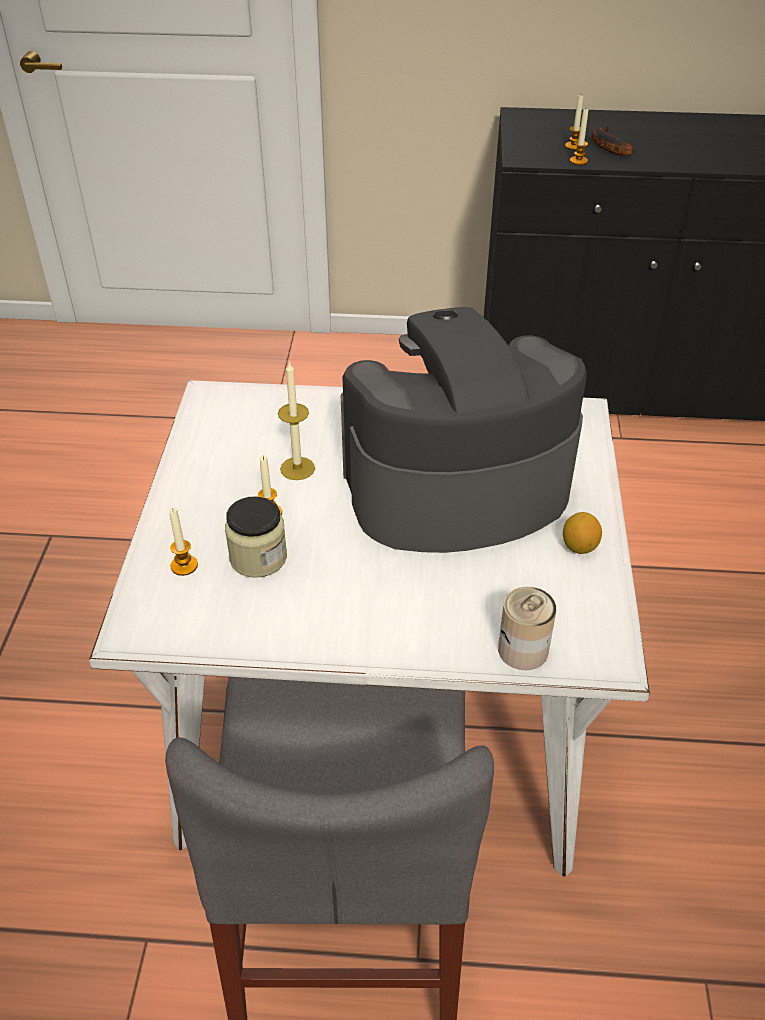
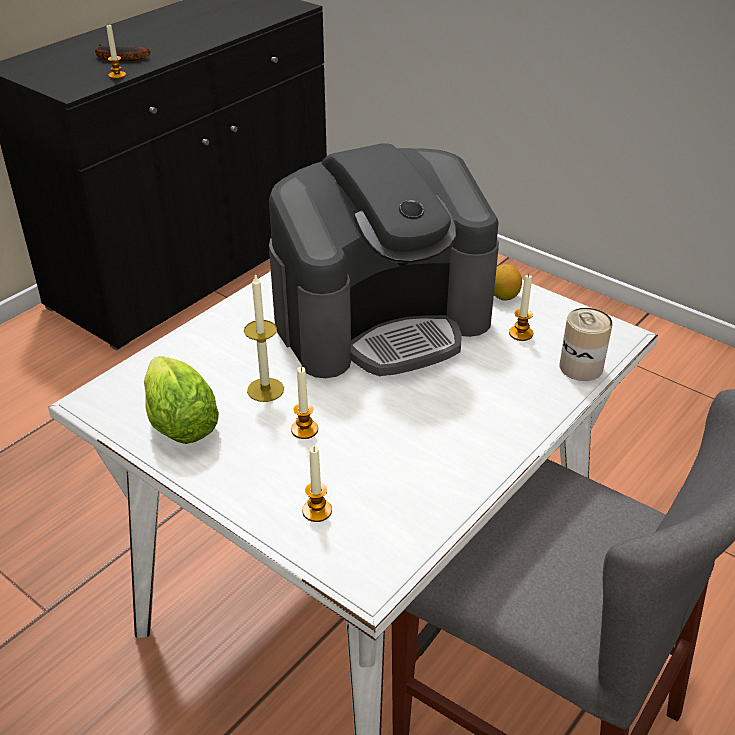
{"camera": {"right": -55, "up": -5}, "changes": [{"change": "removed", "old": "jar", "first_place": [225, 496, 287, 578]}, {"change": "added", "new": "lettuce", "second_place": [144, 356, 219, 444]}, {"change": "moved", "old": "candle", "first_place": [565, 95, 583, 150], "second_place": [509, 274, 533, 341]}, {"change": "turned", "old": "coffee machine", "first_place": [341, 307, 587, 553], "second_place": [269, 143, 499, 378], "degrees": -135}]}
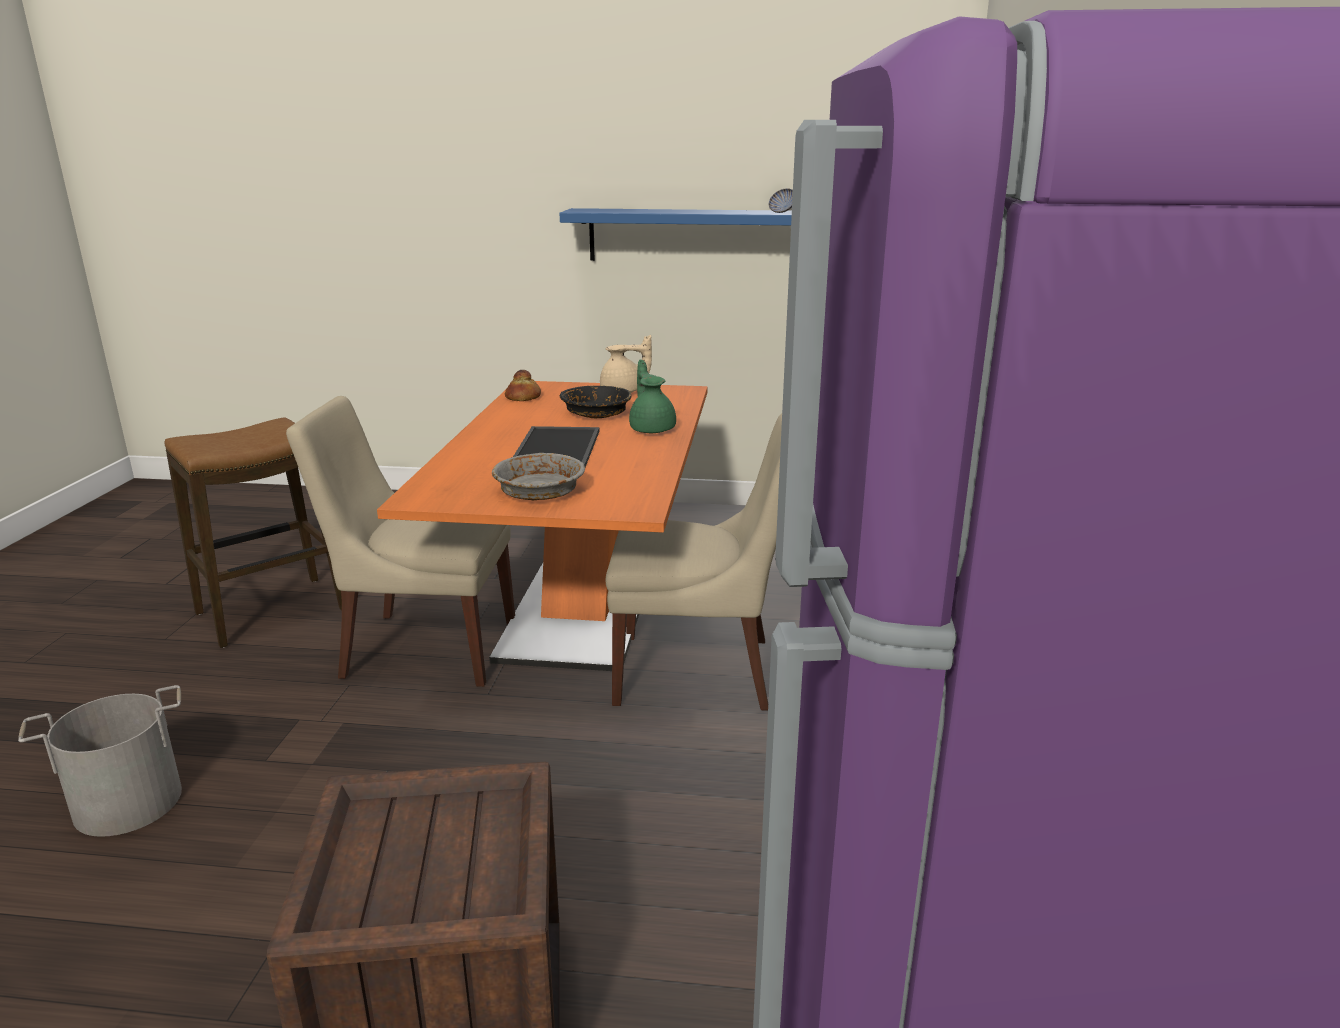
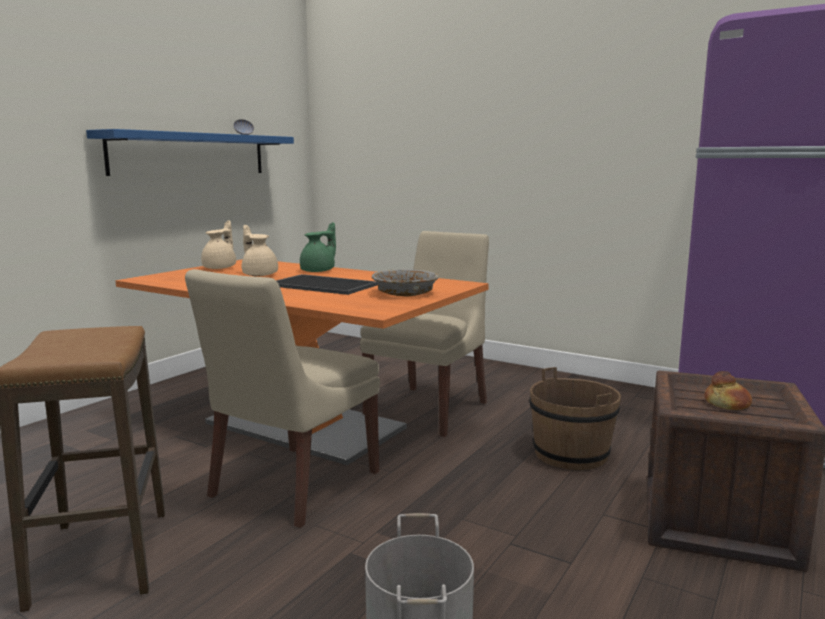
{"camera": {"right": -65, "up": -10}, "changes": [{"change": "added", "new": "brown bucket", "second_place": [530, 367, 621, 470]}, {"change": "moved", "old": "bread", "first_place": [505, 370, 541, 401], "second_place": [705, 371, 752, 410]}, {"change": "replaced", "old": "black bowl", "new": "beige teapot", "first_place": [560, 385, 631, 418], "second_place": [242, 225, 278, 276]}, {"change": "turned", "old": "green teapot", "first_place": [629, 360, 676, 433], "second_place": [300, 222, 336, 272], "degrees": 120}]}
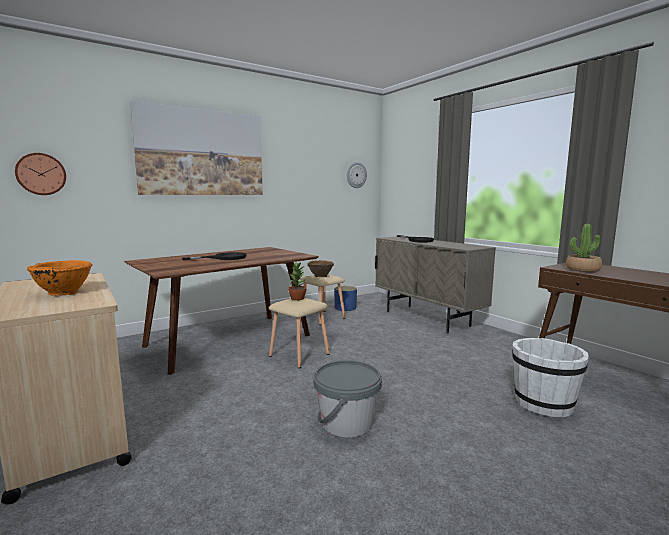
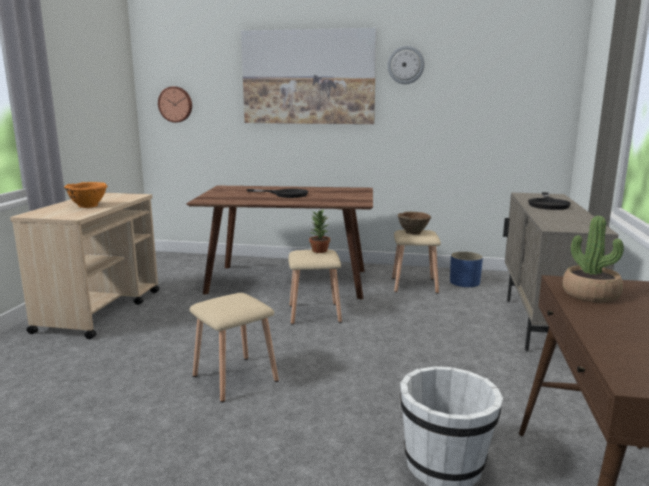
{"camera": {"right": 45, "up": 5}, "changes": [{"change": "moved", "old": "wall clock", "first_place": [347, 162, 367, 188], "second_place": [387, 46, 425, 84]}, {"change": "replaced", "old": "grey bucket", "new": "beige stool", "first_place": [314, 360, 382, 437], "second_place": [189, 293, 279, 402]}]}
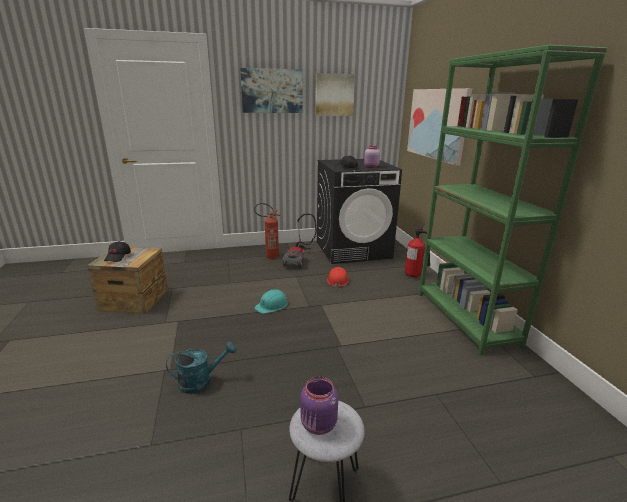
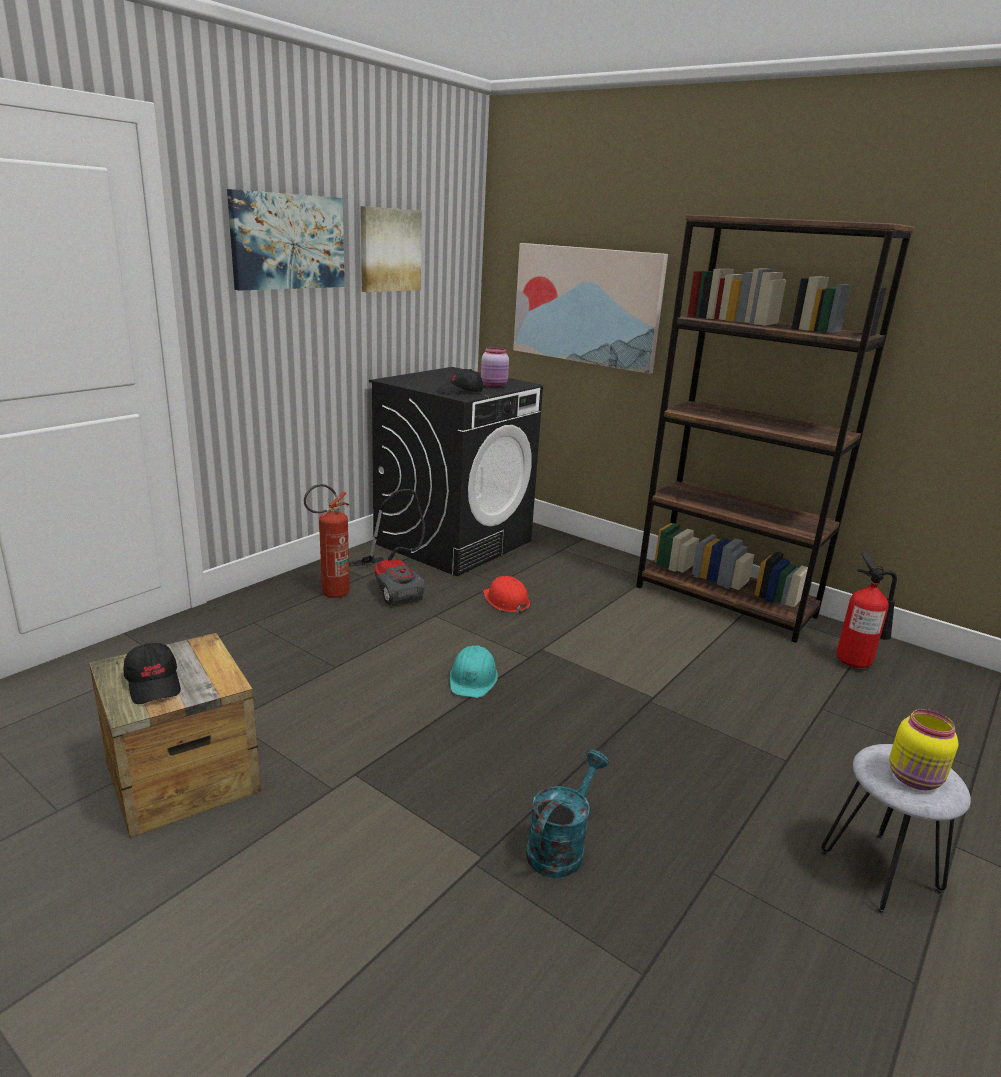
{"camera": {"right": -40, "up": 0}, "changes": [{"change": "moved", "old": "fire extinguisher", "first_place": [405, 223, 430, 277], "second_place": [836, 552, 897, 668]}, {"change": "recoloured", "old": "purple jar", "new": "yellow jar", "first_place": [300, 377, 338, 435], "second_place": [889, 709, 958, 790]}, {"change": "recoloured", "old": "green bookcase", "new": "brown bookcase", "first_place": [419, 45, 608, 355], "second_place": [636, 215, 914, 643]}]}
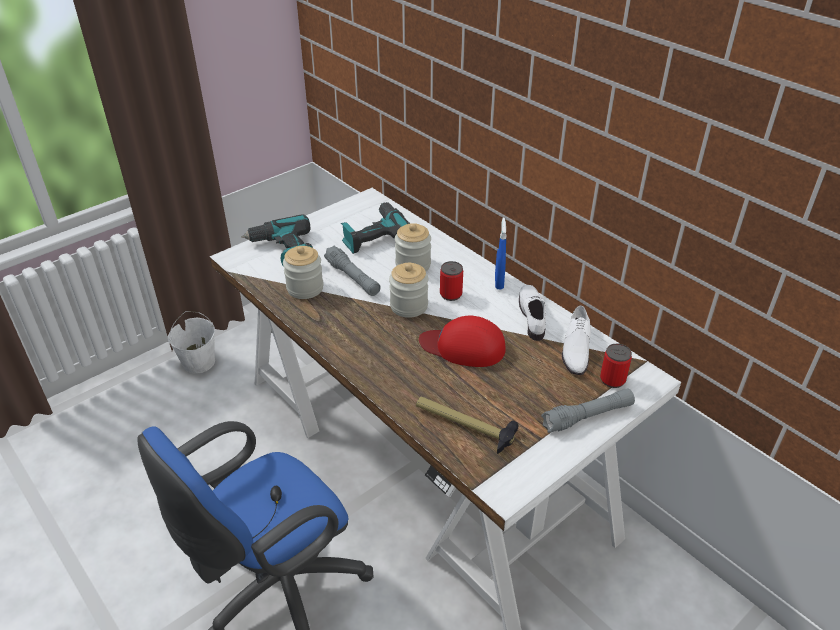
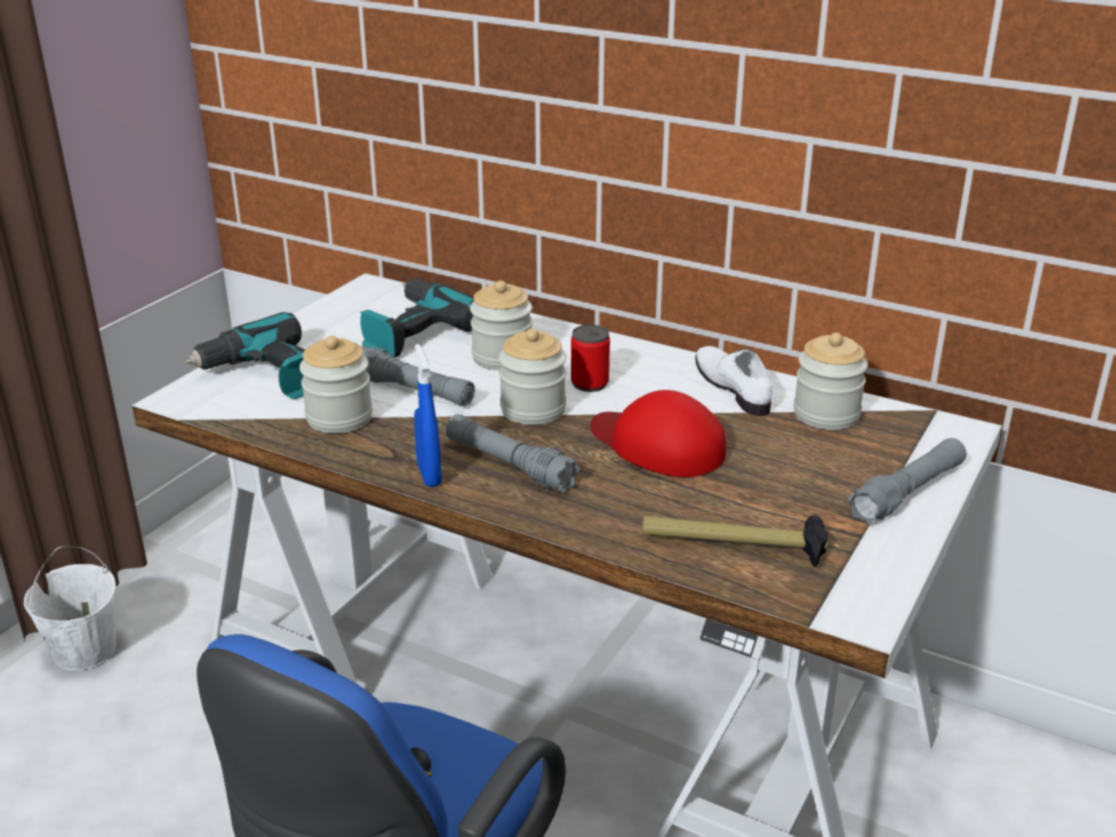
{"camera": {"right": -20, "up": -10}, "changes": [{"change": "removed", "old": "can", "first_place": [600, 344, 632, 388]}, {"change": "added", "new": "grey flashlight", "second_place": [445, 414, 580, 493]}, {"change": "moved", "old": "blue spray bottle", "first_place": [495, 218, 506, 289], "second_place": [414, 344, 442, 487]}, {"change": "replaced", "old": "white shoe", "new": "jar", "first_place": [562, 305, 591, 375], "second_place": [794, 333, 868, 430]}, {"change": "turned", "old": "red cap", "first_place": [419, 316, 506, 367], "second_place": [591, 390, 726, 477], "degrees": 45}]}
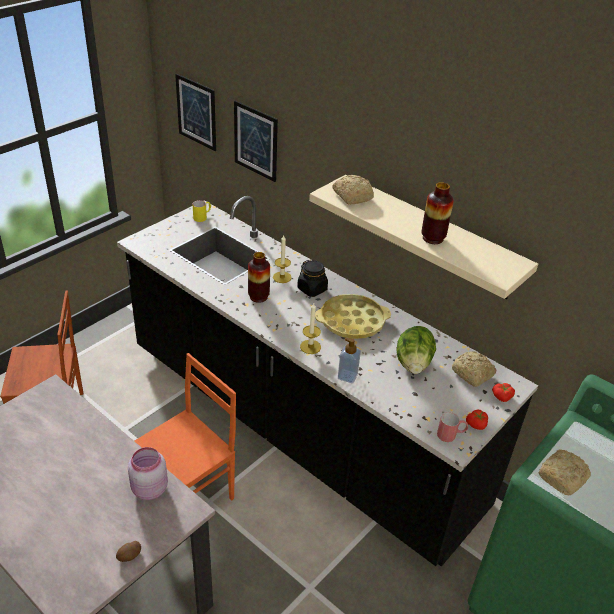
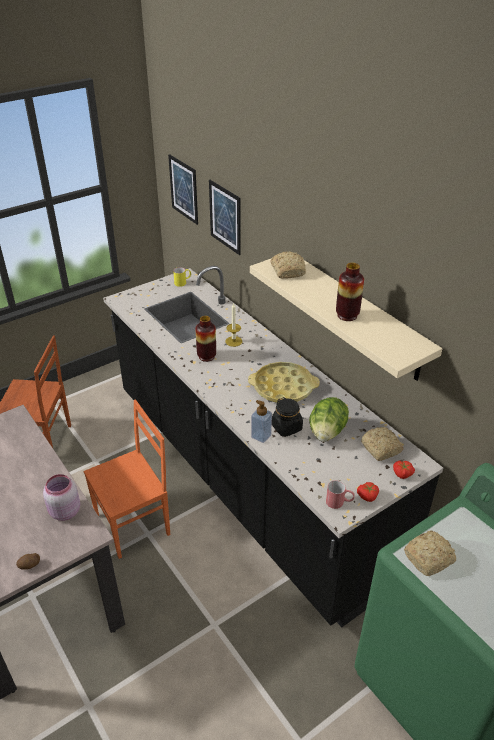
{"camera": {"right": 15, "up": 0}, "changes": [{"change": "removed", "old": "candle", "first_place": [300, 303, 321, 354]}, {"change": "moved", "old": "black jar", "first_place": [297, 260, 328, 297], "second_place": [272, 397, 303, 437]}]}
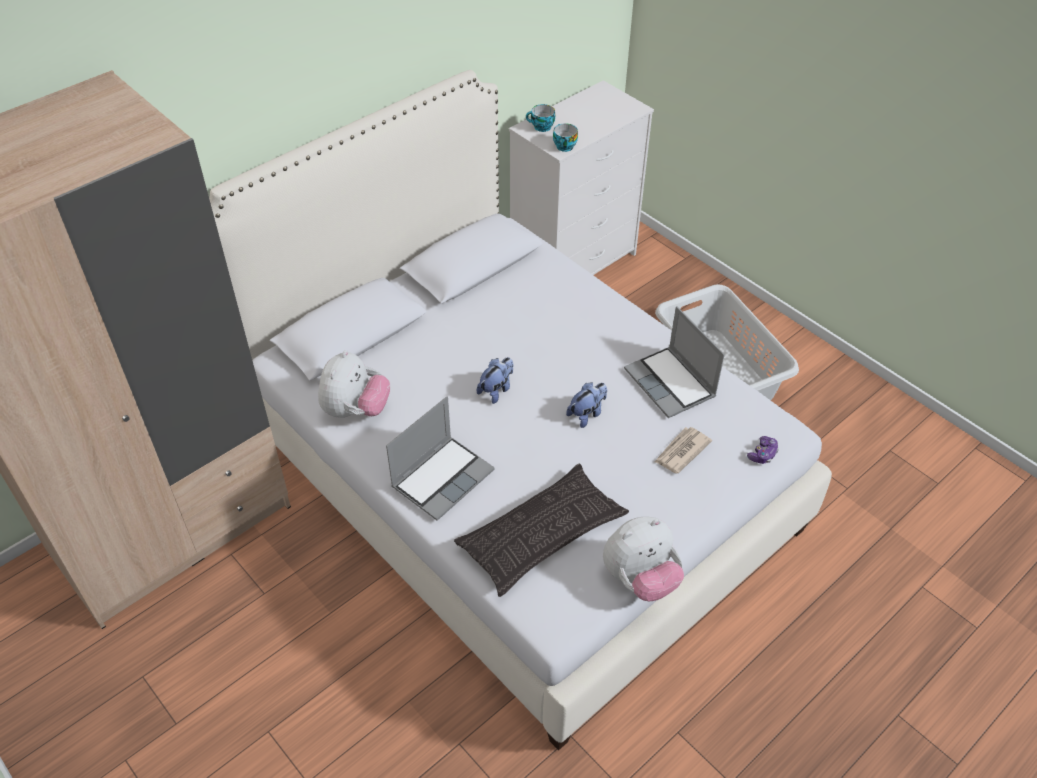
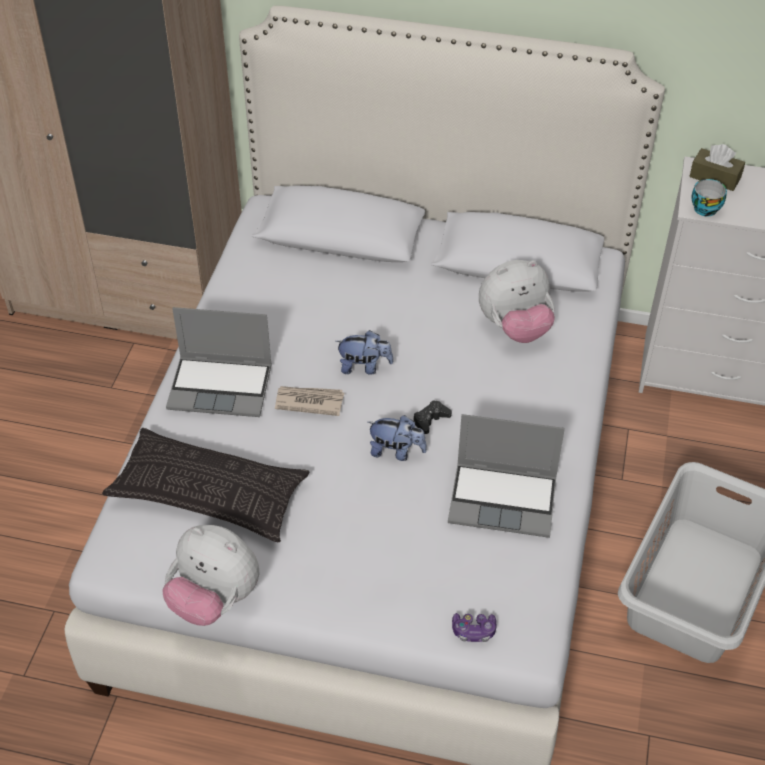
{"camera": {"right": 55, "up": 0}, "changes": [{"change": "added", "new": "black game controller", "second_place": [413, 400, 452, 434]}, {"change": "moved", "old": "plush toy", "first_place": [318, 350, 390, 418], "second_place": [479, 260, 555, 343]}, {"change": "moved", "old": "newspaper", "first_place": [655, 427, 712, 474], "second_place": [275, 386, 344, 416]}, {"change": "replaced", "old": "cup", "new": "brown tissue box", "first_place": [526, 104, 555, 132], "second_place": [689, 144, 745, 191]}, {"change": "turned", "old": "laptop", "first_place": [624, 306, 725, 418], "second_place": [448, 414, 565, 538], "degrees": -105}]}
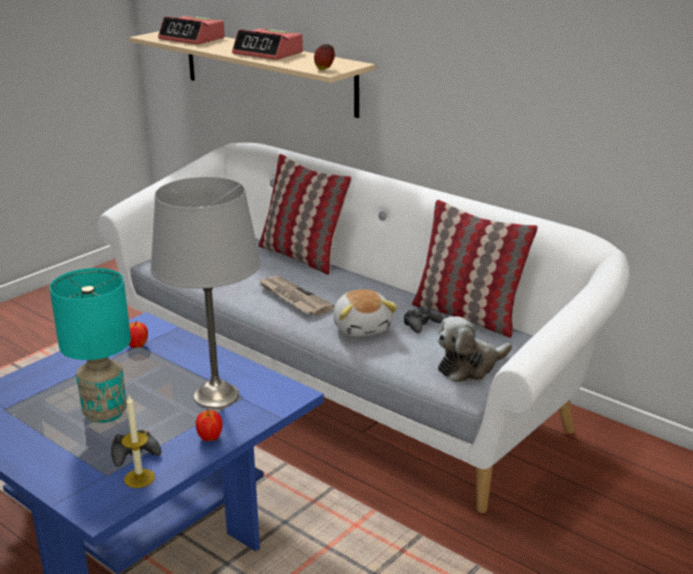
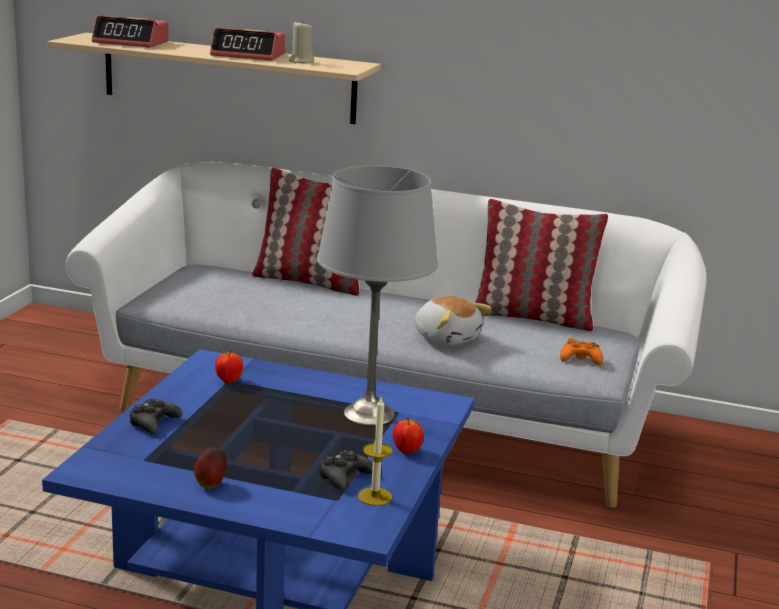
{"camera": {"right": -25, "up": -5}, "changes": [{"change": "removed", "old": "turquoise table lamp", "first_place": [50, 268, 131, 423]}, {"change": "removed", "old": "newspaper", "first_place": [258, 276, 335, 316]}, {"change": "added", "new": "beige candle", "second_place": [289, 20, 314, 63]}, {"change": "moved", "old": "apple", "first_place": [314, 44, 335, 70], "second_place": [194, 447, 227, 489]}, {"change": "moved", "old": "black game controller", "first_place": [404, 306, 444, 333], "second_place": [130, 398, 182, 434]}, {"change": "replaced", "old": "plush toy", "new": "orange game controller", "first_place": [437, 317, 512, 382], "second_place": [560, 338, 603, 365]}]}
